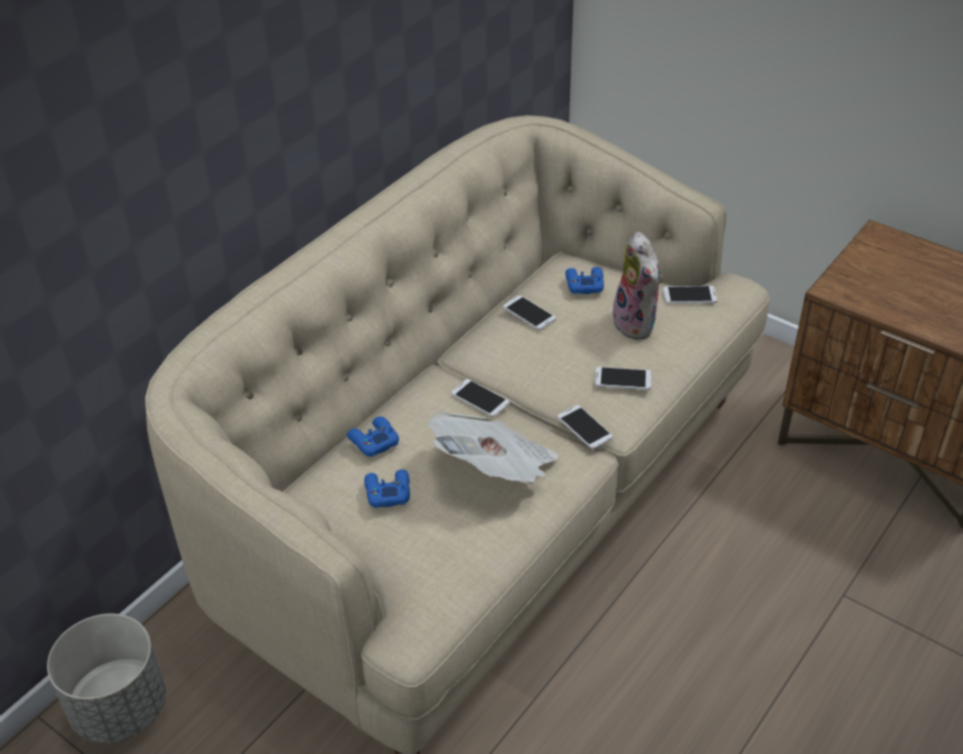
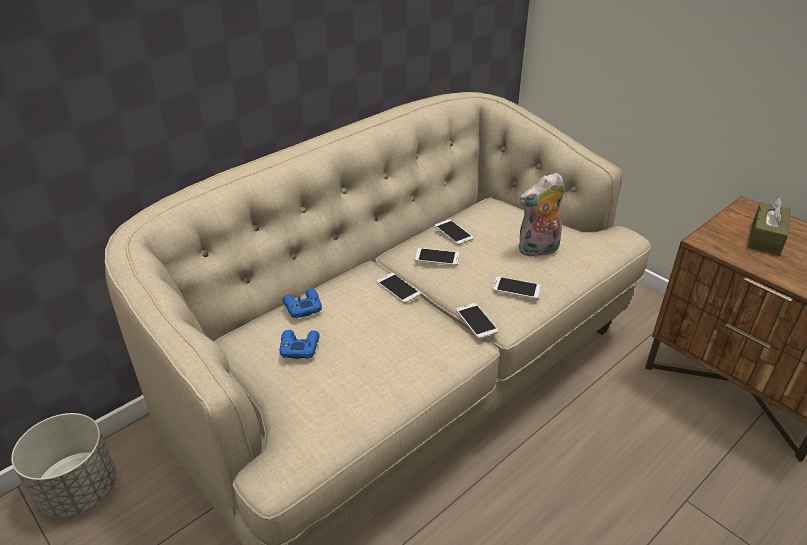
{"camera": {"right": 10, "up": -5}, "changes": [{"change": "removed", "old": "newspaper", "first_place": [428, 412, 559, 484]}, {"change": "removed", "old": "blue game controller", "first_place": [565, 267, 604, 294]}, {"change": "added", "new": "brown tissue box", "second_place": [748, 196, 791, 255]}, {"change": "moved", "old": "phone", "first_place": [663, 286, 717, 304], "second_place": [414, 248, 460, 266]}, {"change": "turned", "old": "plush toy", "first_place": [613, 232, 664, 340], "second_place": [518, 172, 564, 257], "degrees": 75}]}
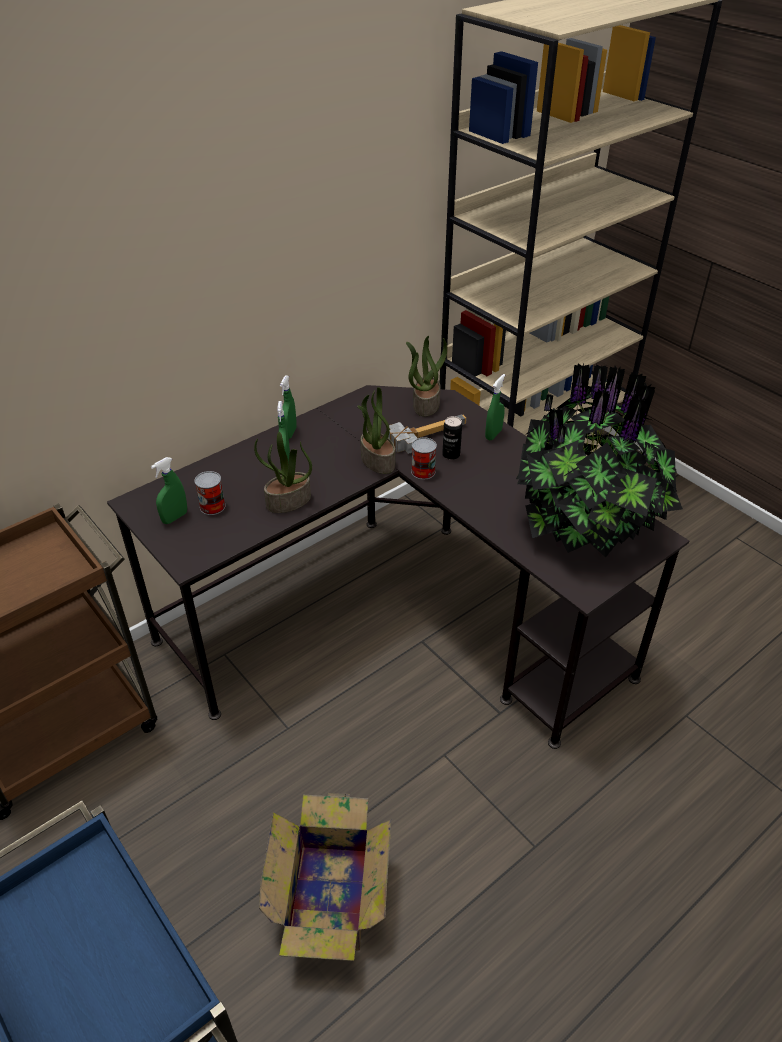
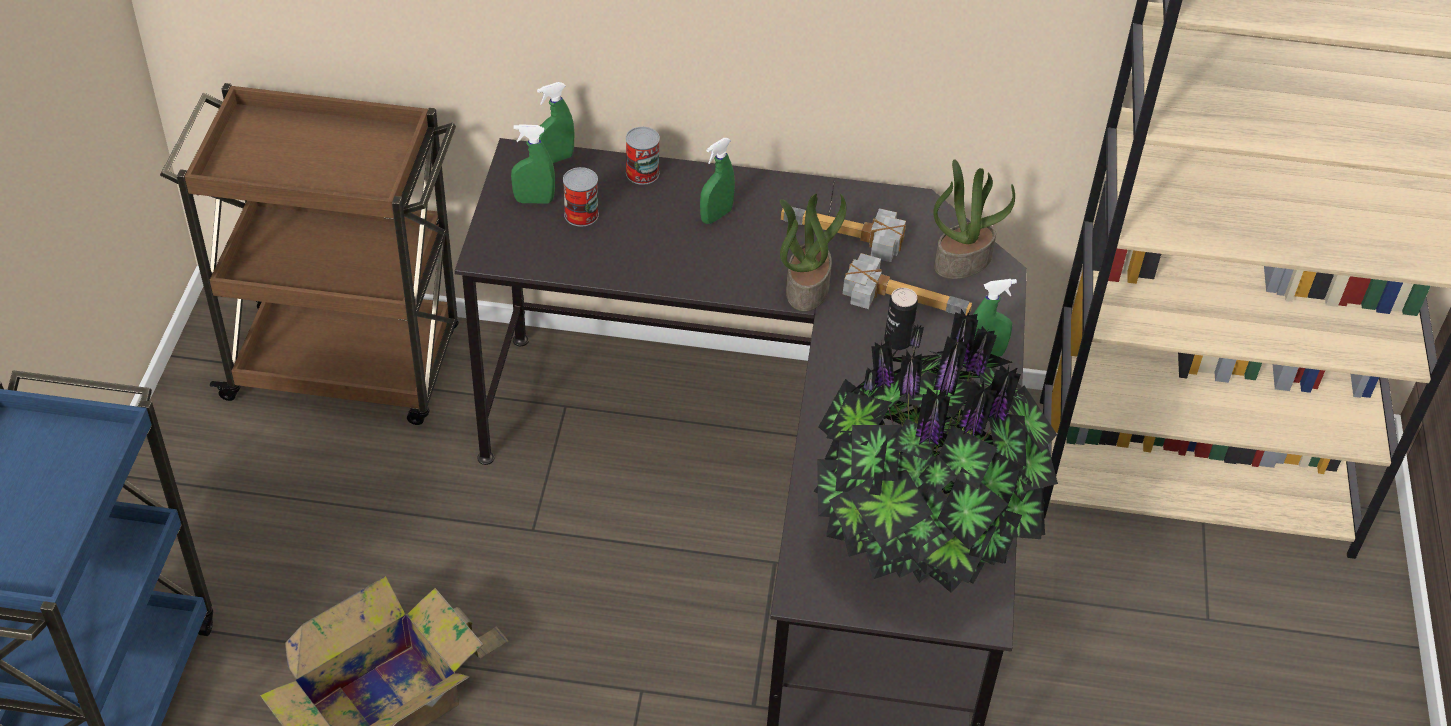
{"camera": {"right": 45, "up": 5}, "changes": [{"change": "removed", "old": "potted plant", "first_place": [254, 432, 312, 513]}, {"change": "added", "new": "hammer", "second_place": [781, 207, 906, 262]}, {"change": "moved", "old": "green spray bottle", "first_place": [280, 375, 297, 439], "second_place": [537, 82, 574, 163]}, {"change": "moved", "old": "can", "first_place": [411, 437, 437, 480], "second_place": [626, 127, 660, 185]}]}
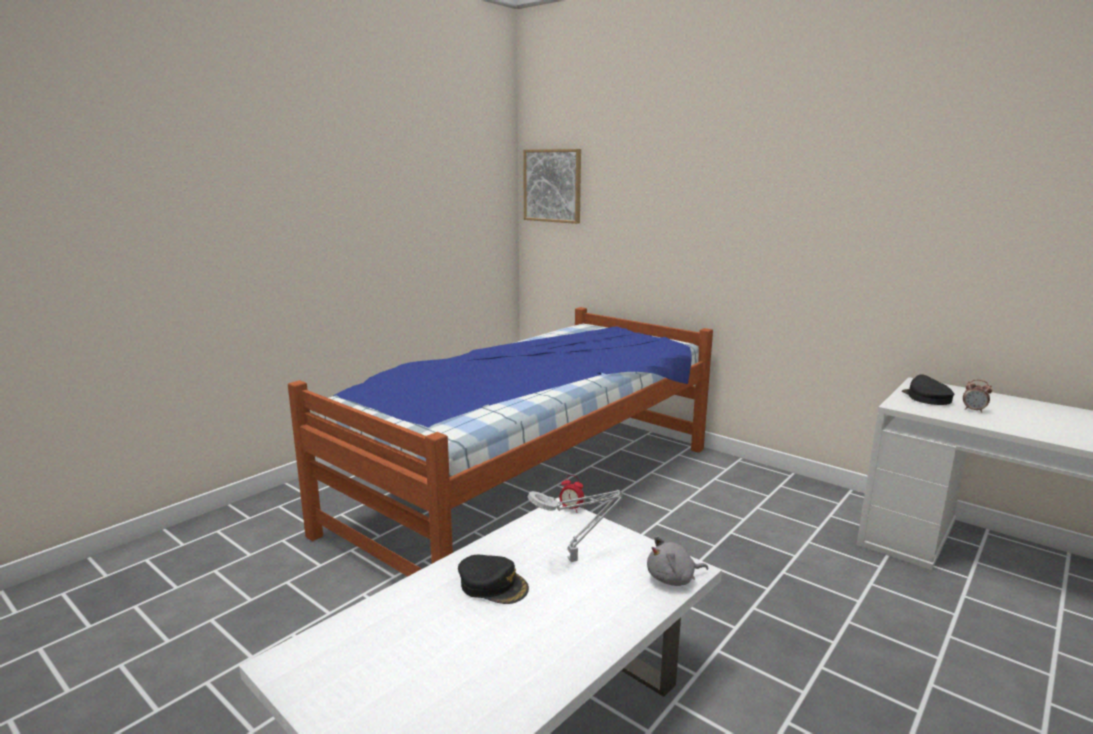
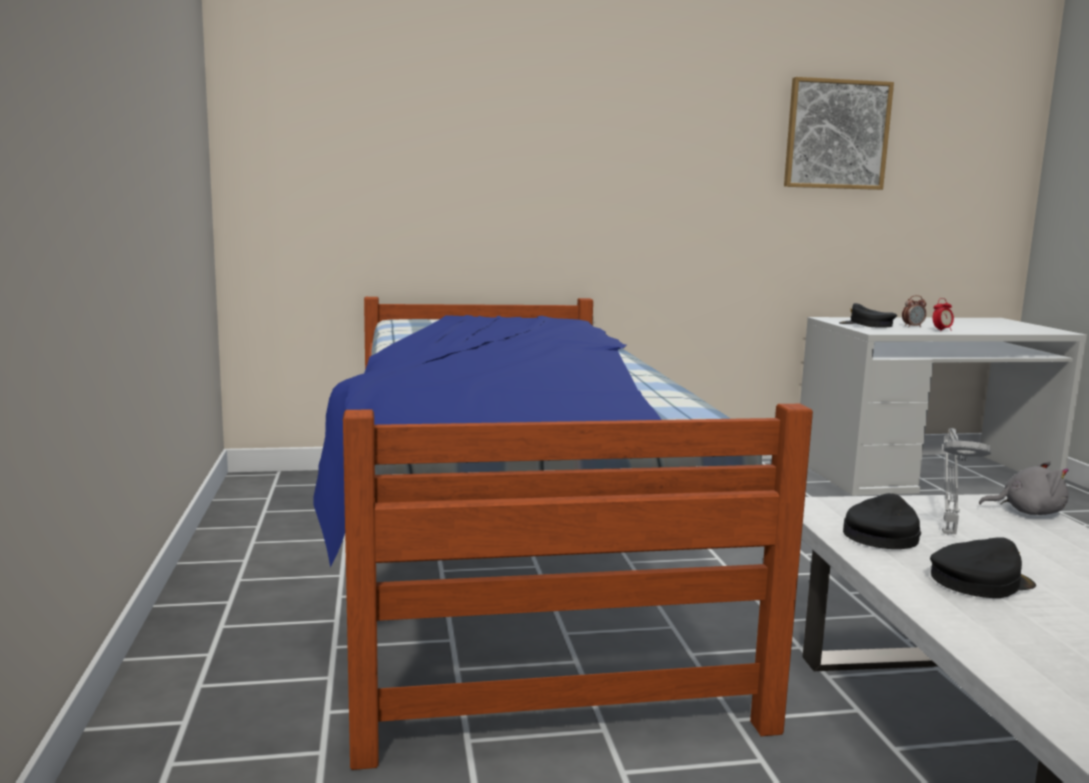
{"camera": {"right": -50, "up": -5}, "changes": [{"change": "added", "new": "black cap", "second_place": [843, 493, 921, 549]}, {"change": "moved", "old": "picture", "first_place": [523, 149, 581, 224], "second_place": [784, 77, 894, 190]}, {"change": "moved", "old": "alarm clock", "first_place": [559, 475, 584, 513], "second_place": [933, 298, 954, 331]}, {"change": "turned", "old": "grey plush toy", "first_place": [647, 536, 708, 586], "second_place": [979, 461, 1069, 515], "degrees": -105}]}
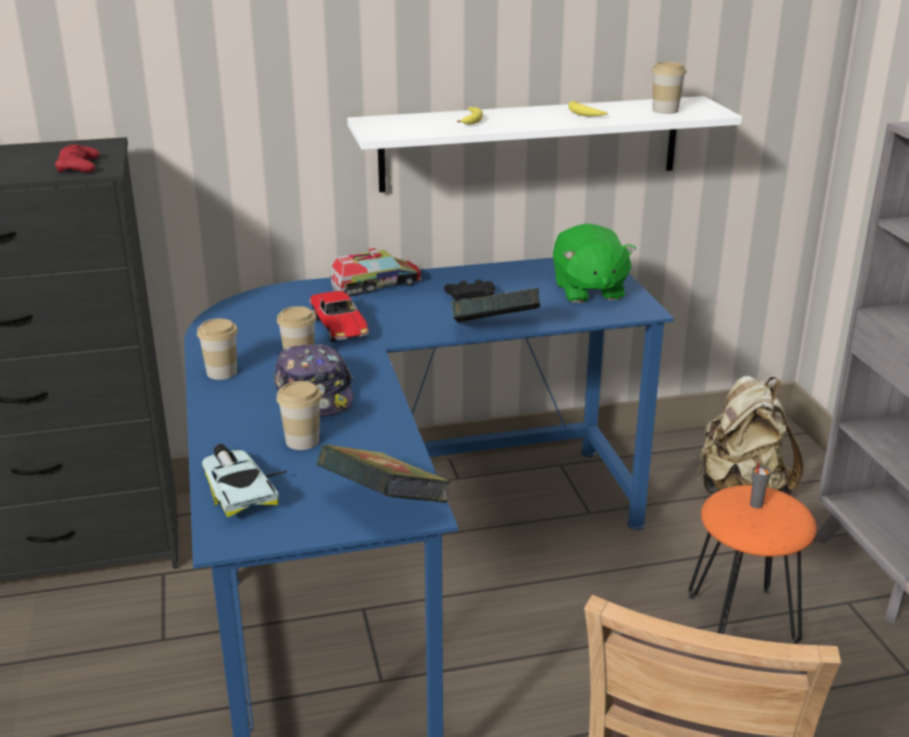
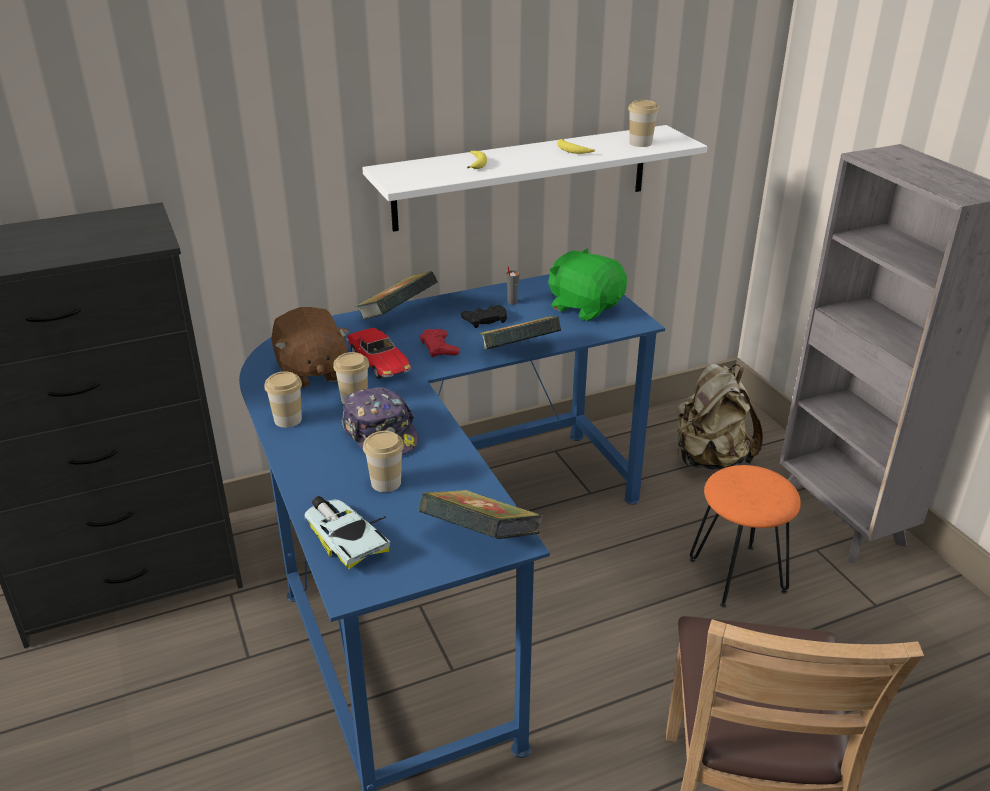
{"camera": {"right": -10, "up": 5}, "changes": [{"change": "added", "new": "brown plush toy", "second_place": [271, 307, 350, 388]}, {"change": "moved", "old": "red game controller", "first_place": [55, 144, 100, 173], "second_place": [420, 329, 460, 358]}, {"change": "moved", "old": "grey cup", "first_place": [750, 463, 771, 509], "second_place": [506, 266, 520, 305]}, {"change": "replaced", "old": "toy truck", "new": "book", "first_place": [330, 248, 421, 296], "second_place": [355, 271, 438, 320]}, {"change": "turned", "old": "green plush toy", "first_place": [553, 223, 636, 303], "second_place": [548, 248, 627, 321], "degrees": 150}]}
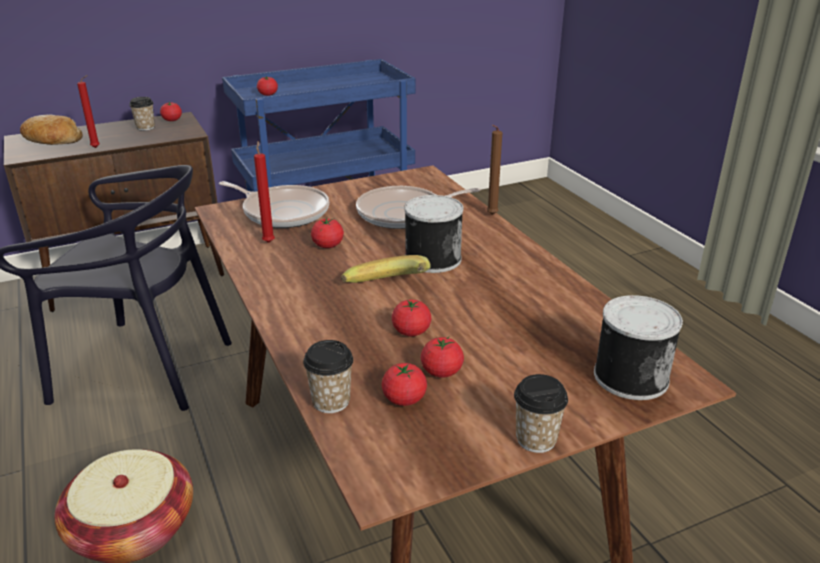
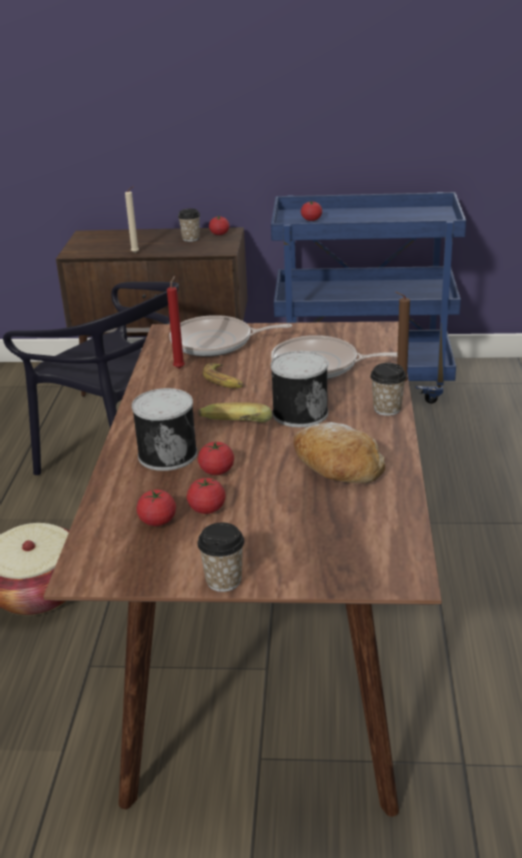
{"camera": {"right": 30, "up": 0}, "changes": [{"change": "moved", "old": "bread", "first_place": [20, 115, 83, 145], "second_place": [293, 422, 385, 483]}, {"change": "moved", "old": "cup", "first_place": [303, 340, 353, 413], "second_place": [370, 363, 406, 416]}, {"change": "moved", "old": "can", "first_place": [594, 295, 683, 400], "second_place": [132, 388, 197, 471]}, {"change": "replaced", "old": "tomato", "new": "banana", "first_place": [311, 218, 344, 248], "second_place": [203, 363, 244, 389]}, {"change": "recoloured", "old": "red candle", "new": "beige candle", "first_place": [77, 75, 100, 148], "second_place": [125, 186, 139, 253]}, {"change": "turned", "old": "frying pan", "first_place": [219, 181, 329, 228], "second_place": [169, 315, 292, 357], "degrees": 120}]}
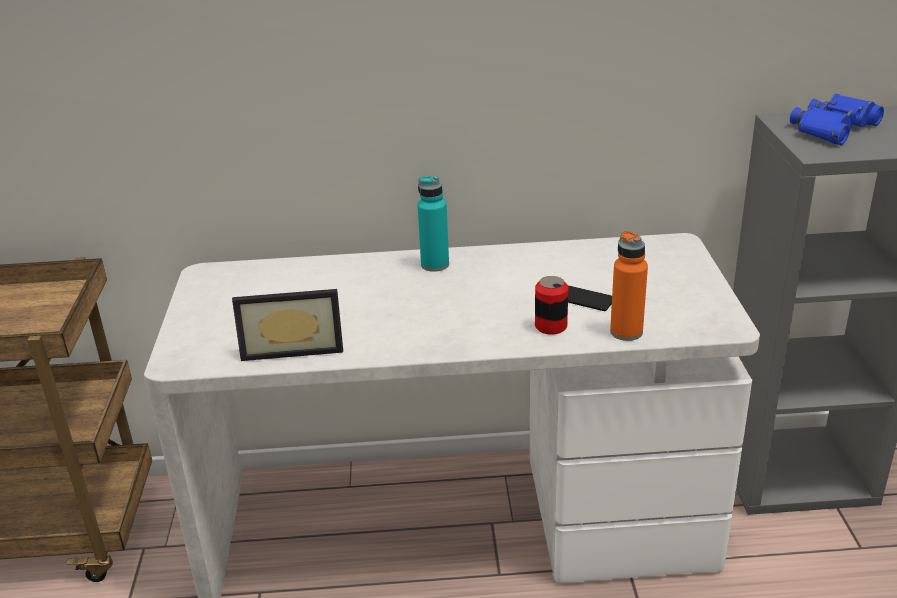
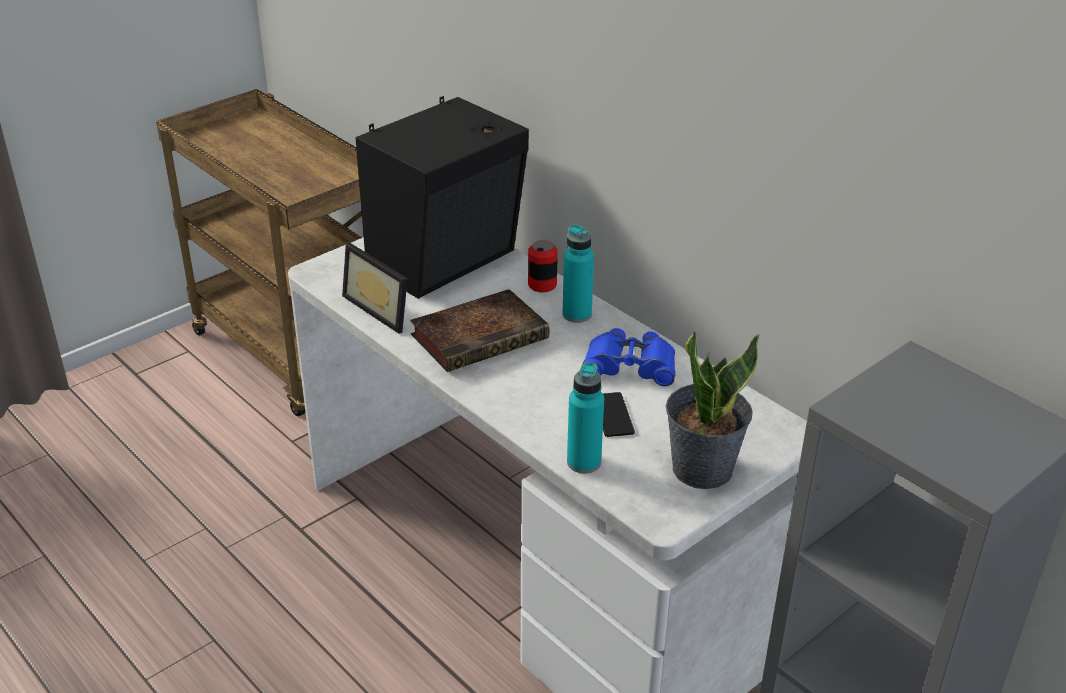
{"camera": {"right": 50, "up": 5}, "changes": [{"change": "added", "new": "black speaker", "second_place": [356, 96, 529, 299]}, {"change": "added", "new": "book", "second_place": [410, 289, 549, 372]}, {"change": "added", "new": "potted plant", "second_place": [666, 331, 759, 489]}, {"change": "moved", "old": "can", "first_place": [535, 276, 568, 335], "second_place": [528, 240, 558, 292]}, {"change": "moved", "old": "blue binoculars", "first_place": [790, 94, 884, 145], "second_place": [583, 328, 676, 386]}, {"change": "recoloured", "old": "orange bottle", "new": "turquoise bottle", "first_place": [610, 230, 648, 341], "second_place": [567, 362, 604, 474]}]}
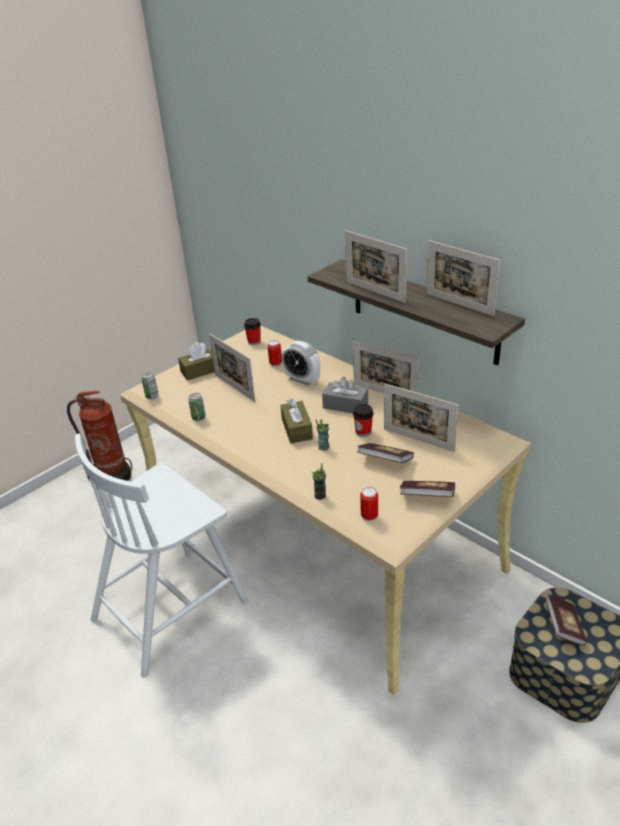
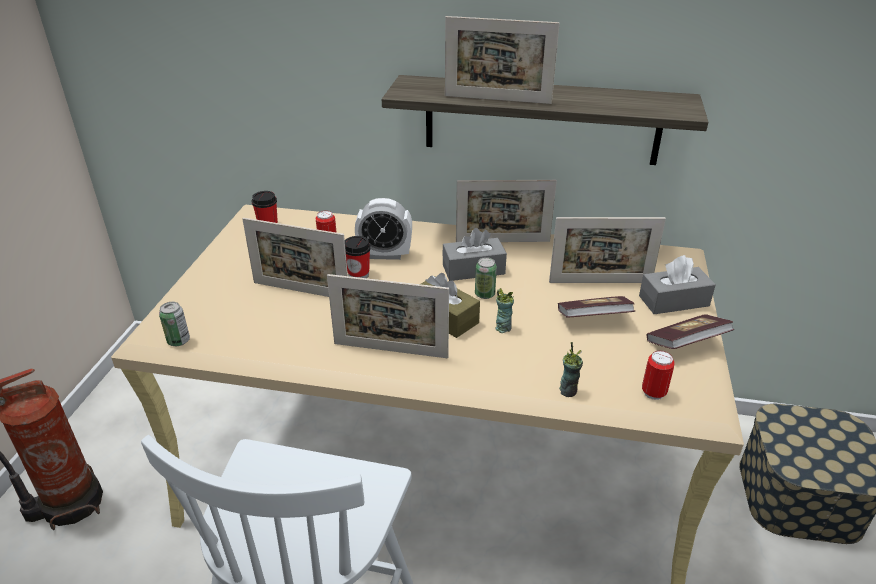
{"camera": {"right": -35, "up": 0}, "changes": [{"change": "removed", "old": "brown tissue box", "first_place": [178, 342, 215, 380]}, {"change": "removed", "old": "book", "first_place": [545, 594, 587, 646]}, {"change": "added", "new": "grey tissue box", "second_place": [639, 255, 716, 314]}, {"change": "moved", "old": "can", "first_place": [188, 393, 206, 421], "second_place": [475, 257, 497, 299]}, {"change": "moved", "old": "cup", "first_place": [353, 404, 373, 437], "second_place": [345, 236, 371, 278]}, {"change": "moved", "old": "picture frame", "first_place": [426, 240, 500, 316], "second_place": [327, 274, 449, 358]}]}
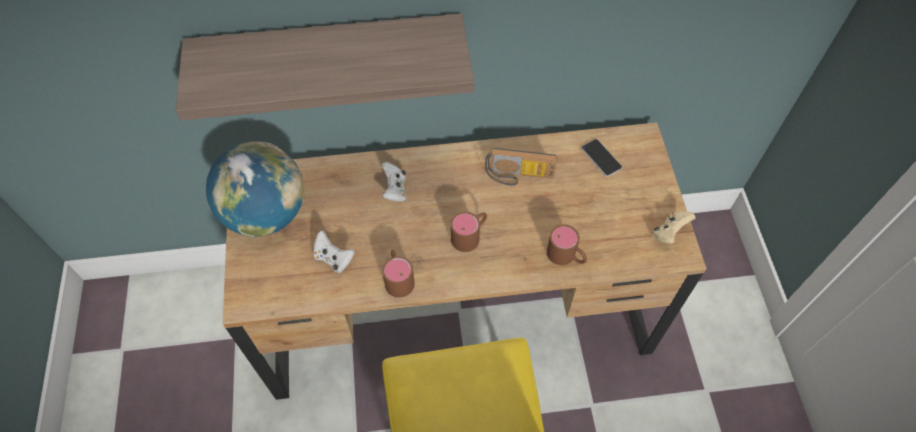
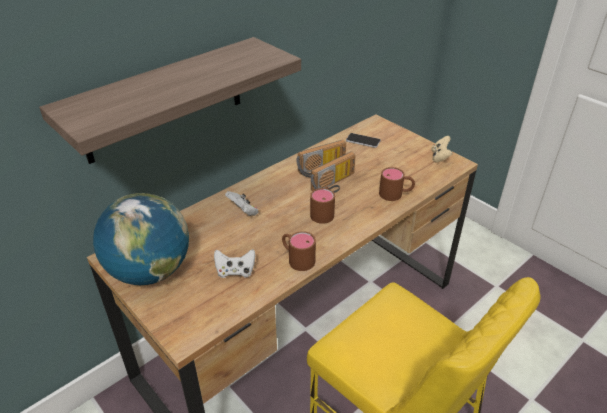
{"camera": {"right": -35, "up": -20}, "changes": [{"change": "added", "new": "radio", "second_place": [311, 152, 356, 193]}]}
